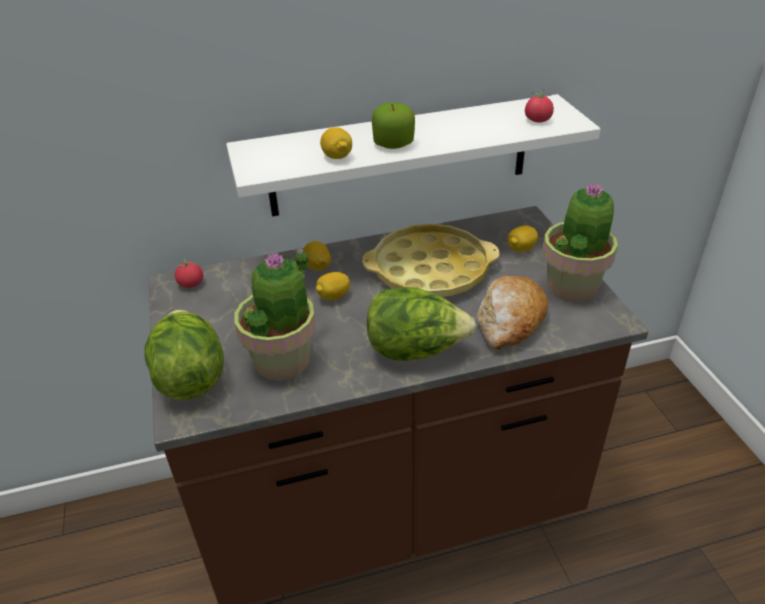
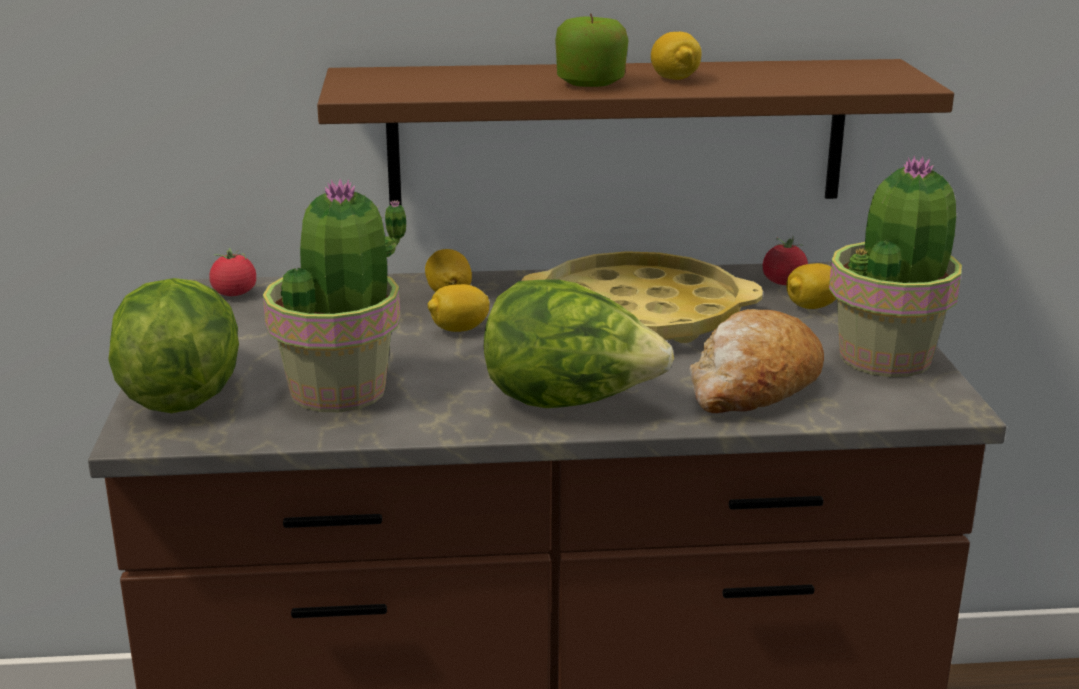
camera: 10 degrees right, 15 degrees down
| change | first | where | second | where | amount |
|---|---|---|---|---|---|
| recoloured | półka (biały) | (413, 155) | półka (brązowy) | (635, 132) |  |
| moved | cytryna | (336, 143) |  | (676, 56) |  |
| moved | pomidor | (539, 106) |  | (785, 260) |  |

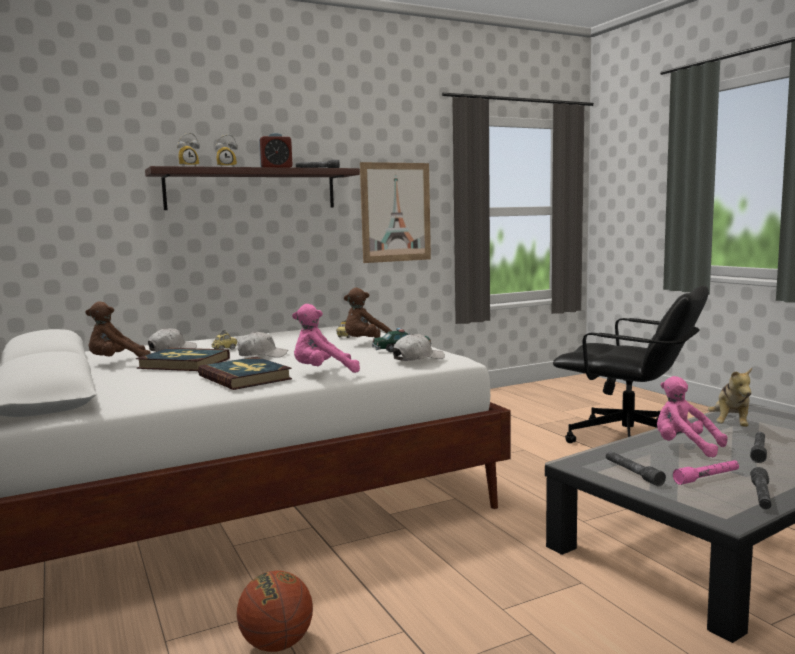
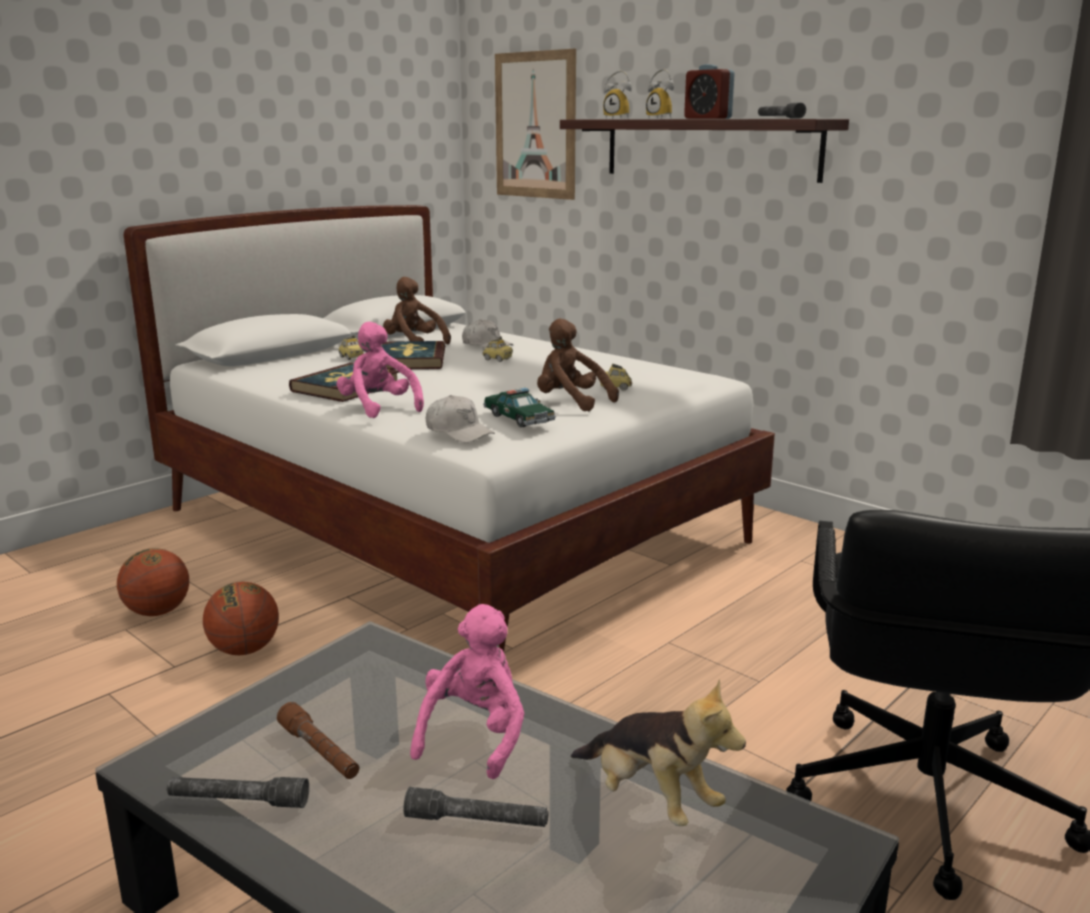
camera: 70 degrees right, 10 degrees up
| change | first | where | second | where | amount |
|---|---|---|---|---|---|
| removed | czapka z daszkiem (biały) | (262, 344) |  |  |  |
| moved | obraz | (395, 212) |  | (535, 124) |  |
| removed | latarka (szary) | (636, 469) |  |  |  |
| recoloured | latarka (różowy) | (706, 472) | latarka (brązowy) | (318, 740) |  |
| turned | pluszak | (730, 397) |  | (658, 752) | 135 degrees counterclockwise |
| added |  |  | piłka do koszykówki | (241, 618) |  |
| added |  |  | samochodzik | (351, 347) |  |

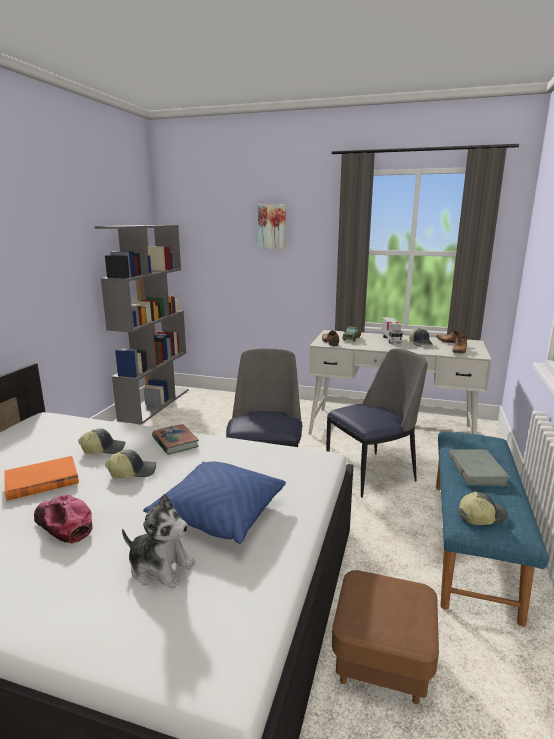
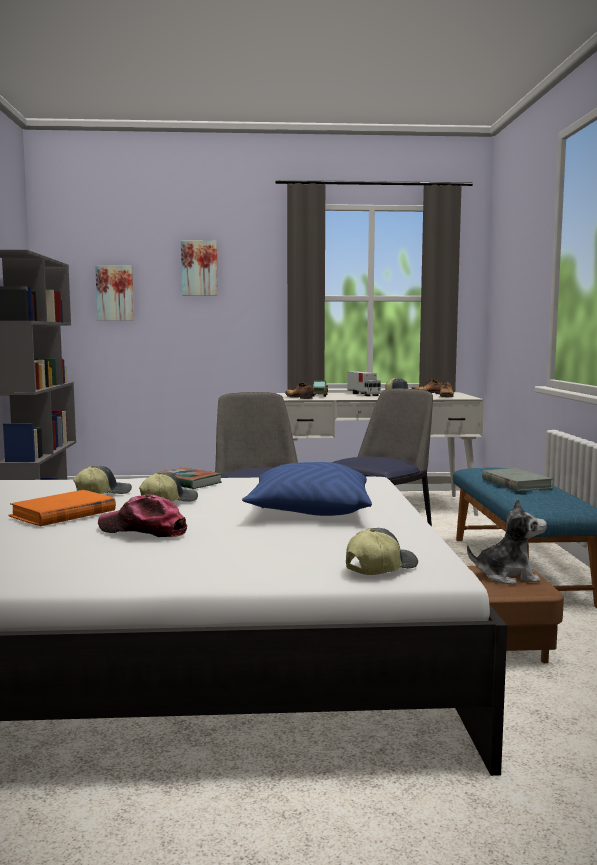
camera: 20 degrees left, 10 degrees down
| change | first | where | second | where | amount |
|---|---|---|---|---|---|
| moved | pluszak | (158, 541) |  | (507, 541) |  |
| moved | czapka z daszkiem | (483, 508) |  | (382, 551) |  |
| added |  |  | obraz | (114, 293) |  |

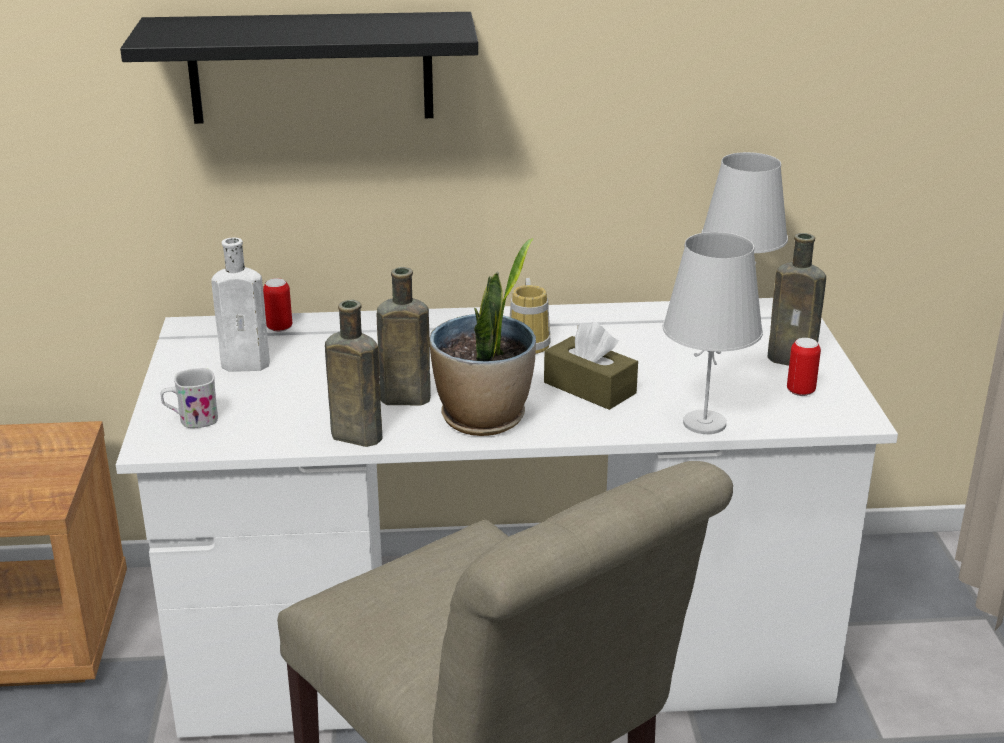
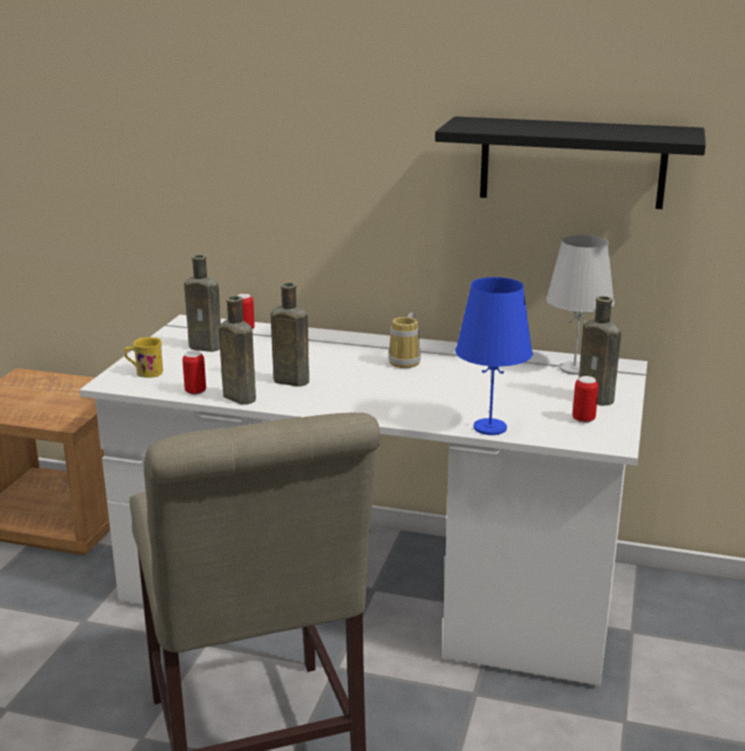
camera: 20 degrees right, 5 degrees down
| change | first | where | second | where | amount |
|---|---|---|---|---|---|
| moved | półka (czarny) | (299, 68) |  | (570, 162) |  |
| recoloured | kubek (biały) | (189, 398) | kubek (żółty) | (143, 357) |  |
| recoloured | butelka (biały) | (240, 304) | butelka (brązowy) | (202, 303) |  |
| removed | roślina doniczkowa | (482, 337) |  |  |  |
| removed | pudełko chusteczek (brązowy) | (591, 366) |  |  |  |
| recoloured | lampa stołowa (biały) | (712, 333) | lampa stołowa (niebieski) | (494, 356) |  |
| added |  |  | puszka | (194, 373) |  |

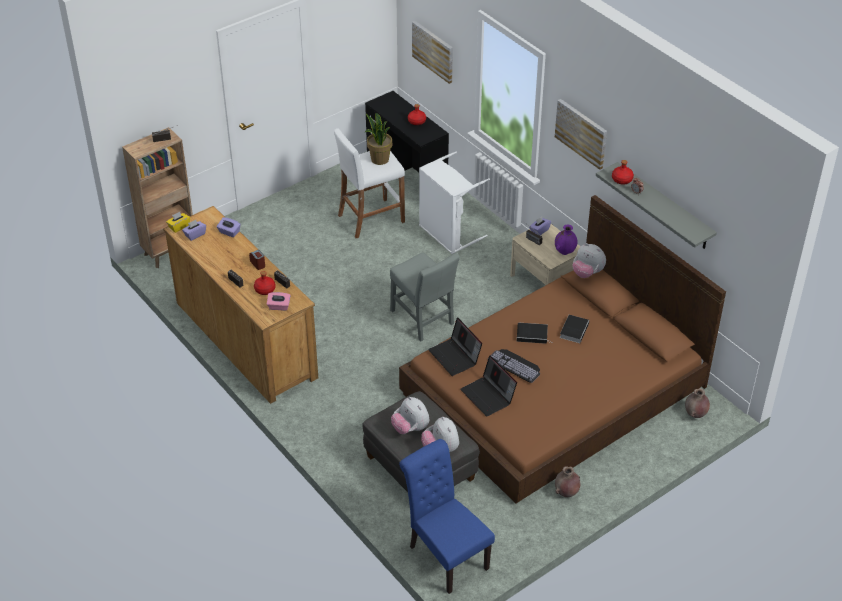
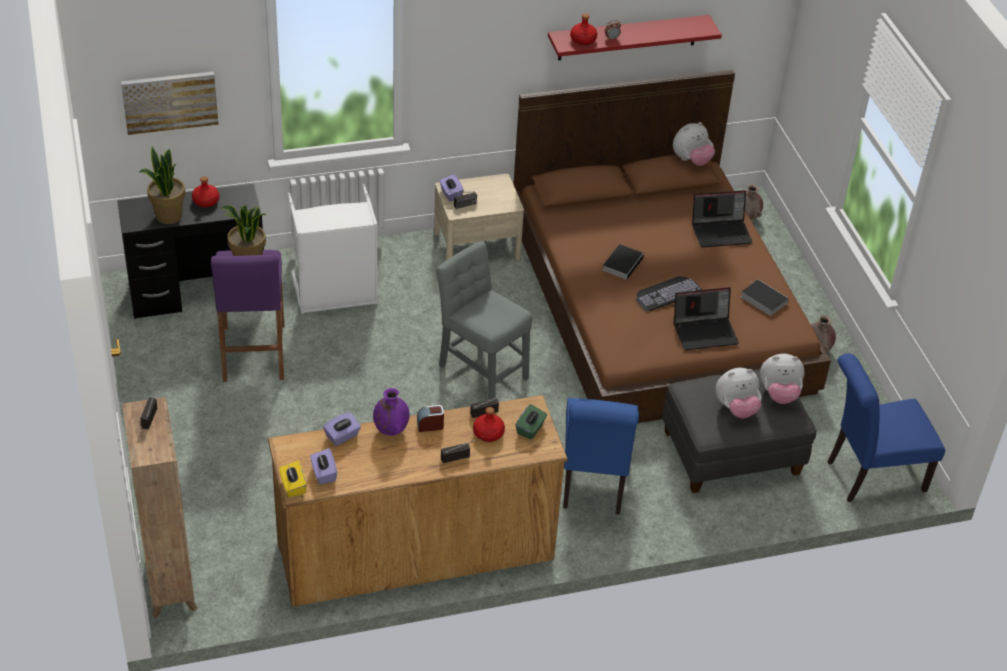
camera: 70 degrees left, 0 degrees up
| change | first | where | second | where | amount |
|---|---|---|---|---|---|
| recoloured | pudełko chusteczek (różowy) | (279, 301) | pudełko chusteczek (zielony) | (531, 421) |  |
| recoloured | stołek (biały) | (369, 183) | stołek (fioletowy) | (247, 316) |  |
| turned | krzesło (szary) | (425, 296) |  | (484, 320) | 120 degrees counterclockwise |
| moved | laptop | (455, 346) |  | (722, 219) |  |
| removed | obraz | (581, 134) |  |  |  |
| moved | wazon (fioletowy) | (566, 239) |  | (391, 412) |  |
| moved | książka | (574, 329) |  | (765, 297) |  |
| moved | pluszak | (589, 260) |  | (694, 144) |  |
| recoloured | półka (szary) | (656, 205) | półka (czerwony) | (635, 37) |  |
| added |  |  | roślina doniczkowa | (162, 185) |  |
| added |  |  | krzesło (niebieski) | (601, 456) |  |

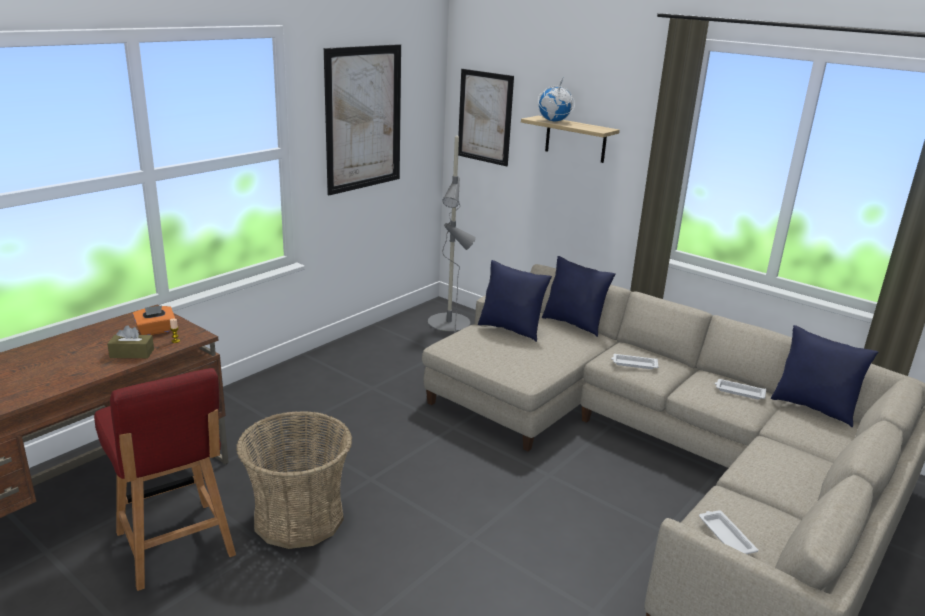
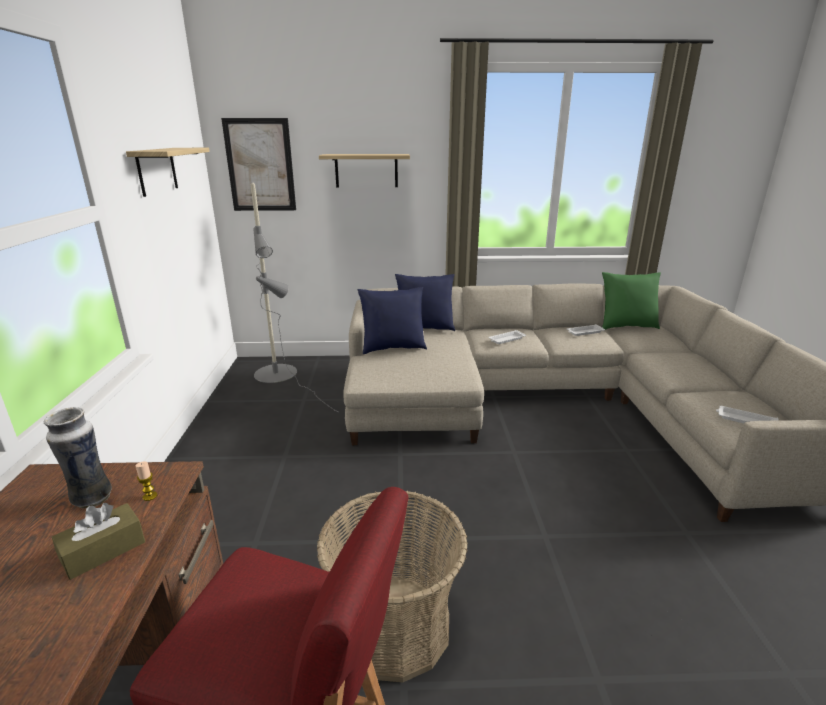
camera: 40 degrees left, 0 degrees up
| change | first | where | second | where | amount |
|---|---|---|---|---|---|
| replaced | pudełko chusteczek (pomarańczowy) | (154, 320) | wazon | (78, 457) |  |
| replaced | obraz | (362, 120) | półka | (168, 172) |  |
| removed | globus | (556, 100) |  |  |  |
| recoloured | poduszka (niebieski) | (825, 376) | poduszka (zielony) | (631, 301) |  |

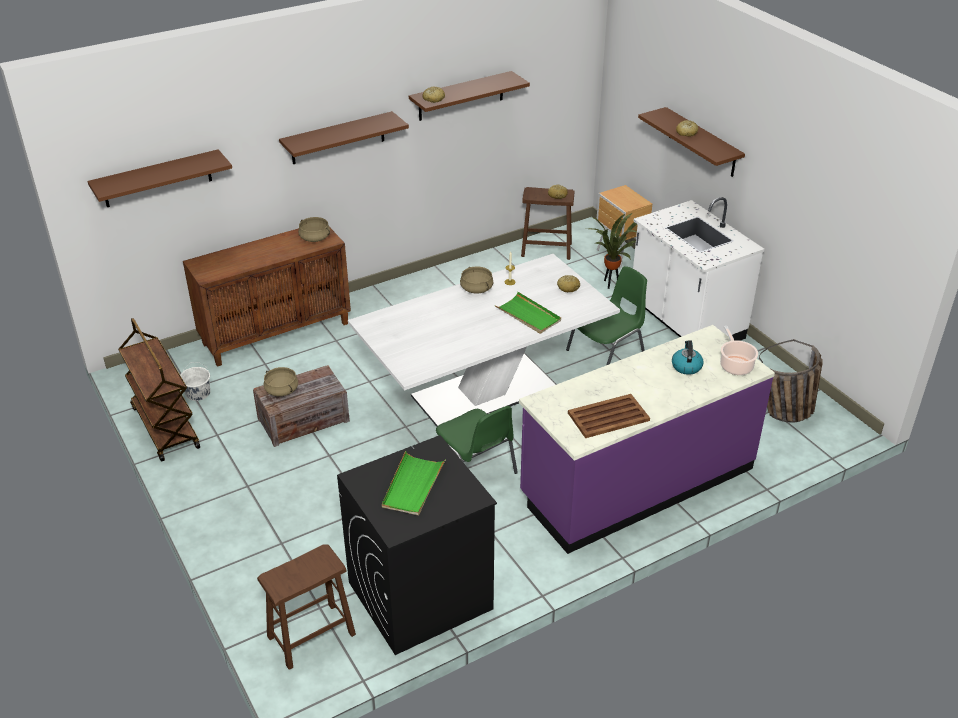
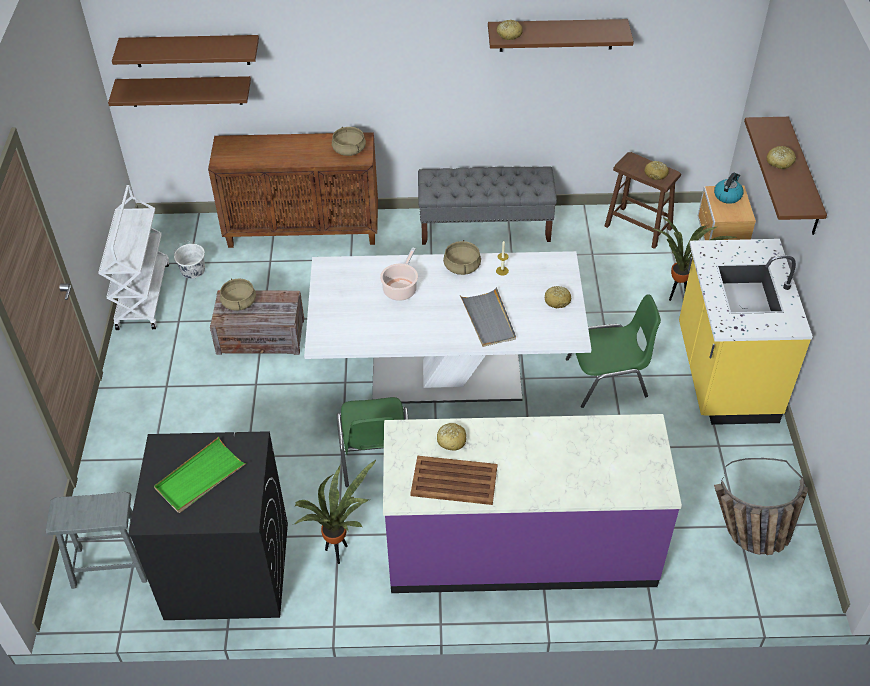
camera: 30 degrees right, 10 degrees up
| change | first | where | second | where | amount |
|---|---|---|---|---|---|
| recoloured | wózek (brązowy) | (159, 390) | wózek (biały) | (133, 257) |  |
| recoloured | stołek (brązowy) | (306, 607) | stołek (szary) | (96, 540) |  |
| moved | półka (brązowy) | (344, 137) |  | (179, 91) |  |
| recoloured | taca (zielony) | (528, 313) | taca (szary) | (488, 317) |  |
| recoloured | zabudowa kuchenna (biały) | (698, 269) | zabudowa kuchenna (żółty) | (746, 332) |  |
| moved | czajnik | (688, 357) |  | (729, 188) |  |
| moved | garnek | (739, 350) |  | (399, 274) |  |
| added |  |  | roślina doniczkowa | (335, 512) |  |
| added |  |  | ławka (szary) | (487, 205) |  |
| added |  |  | chleb | (451, 437) |  |

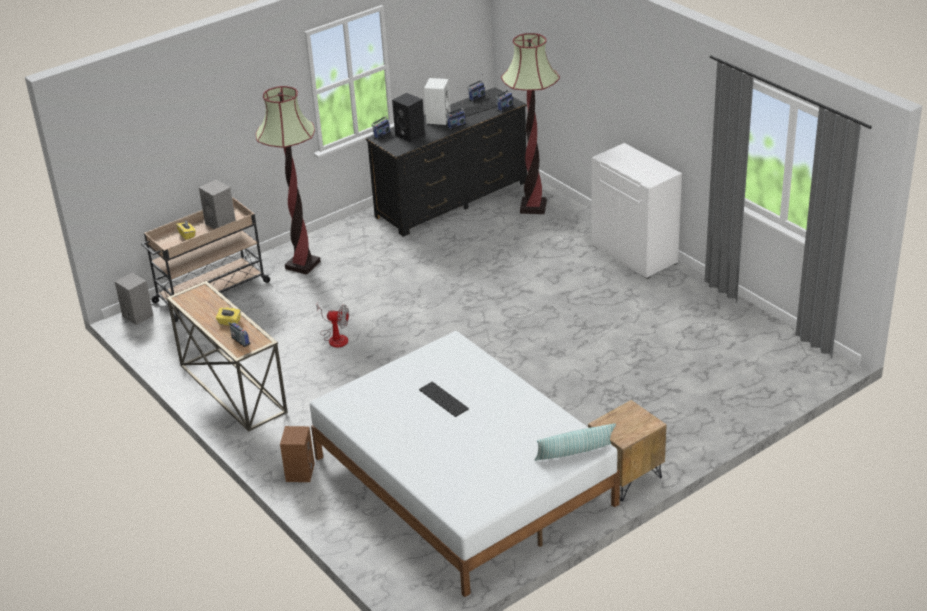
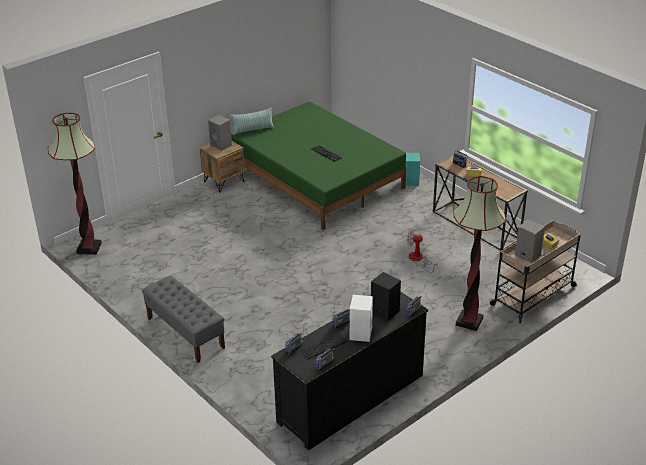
camera: 175 degrees right, 0 degrees up
| change | first | where | second | where | amount |
|---|---|---|---|---|---|
| moved | głośnik (szary) | (134, 299) |  | (220, 133) |  |
| recoloured | głośnik (brązowy) | (297, 454) | głośnik (turkusowy) | (413, 169) |  |
| recoloured | łóżko (biały) | (465, 464) | łóżko (zielony) | (318, 165) |  |
| moved | lampa stojąca | (530, 123) |  | (75, 184) |  |
| replaced | szafka (biały) | (636, 211) | ławka (szary) | (183, 319) |  |

